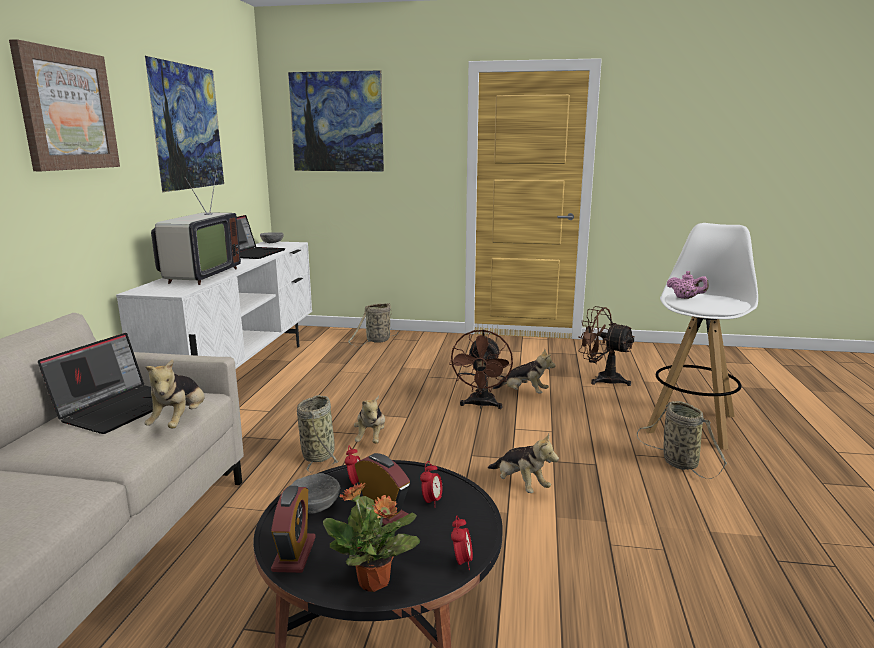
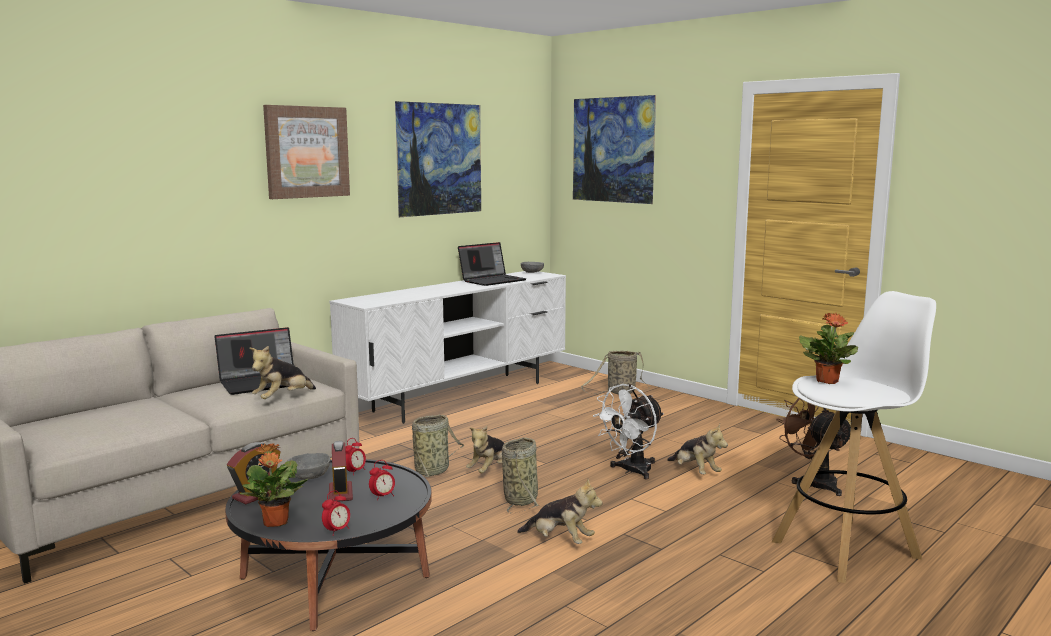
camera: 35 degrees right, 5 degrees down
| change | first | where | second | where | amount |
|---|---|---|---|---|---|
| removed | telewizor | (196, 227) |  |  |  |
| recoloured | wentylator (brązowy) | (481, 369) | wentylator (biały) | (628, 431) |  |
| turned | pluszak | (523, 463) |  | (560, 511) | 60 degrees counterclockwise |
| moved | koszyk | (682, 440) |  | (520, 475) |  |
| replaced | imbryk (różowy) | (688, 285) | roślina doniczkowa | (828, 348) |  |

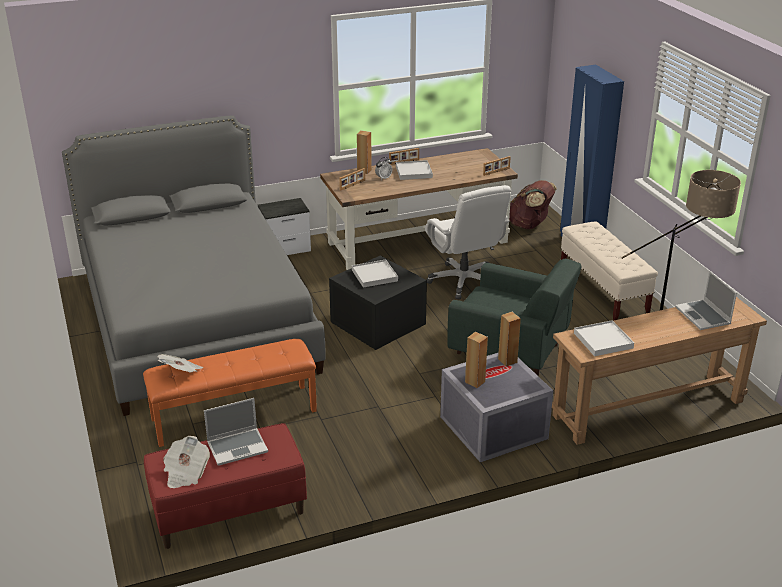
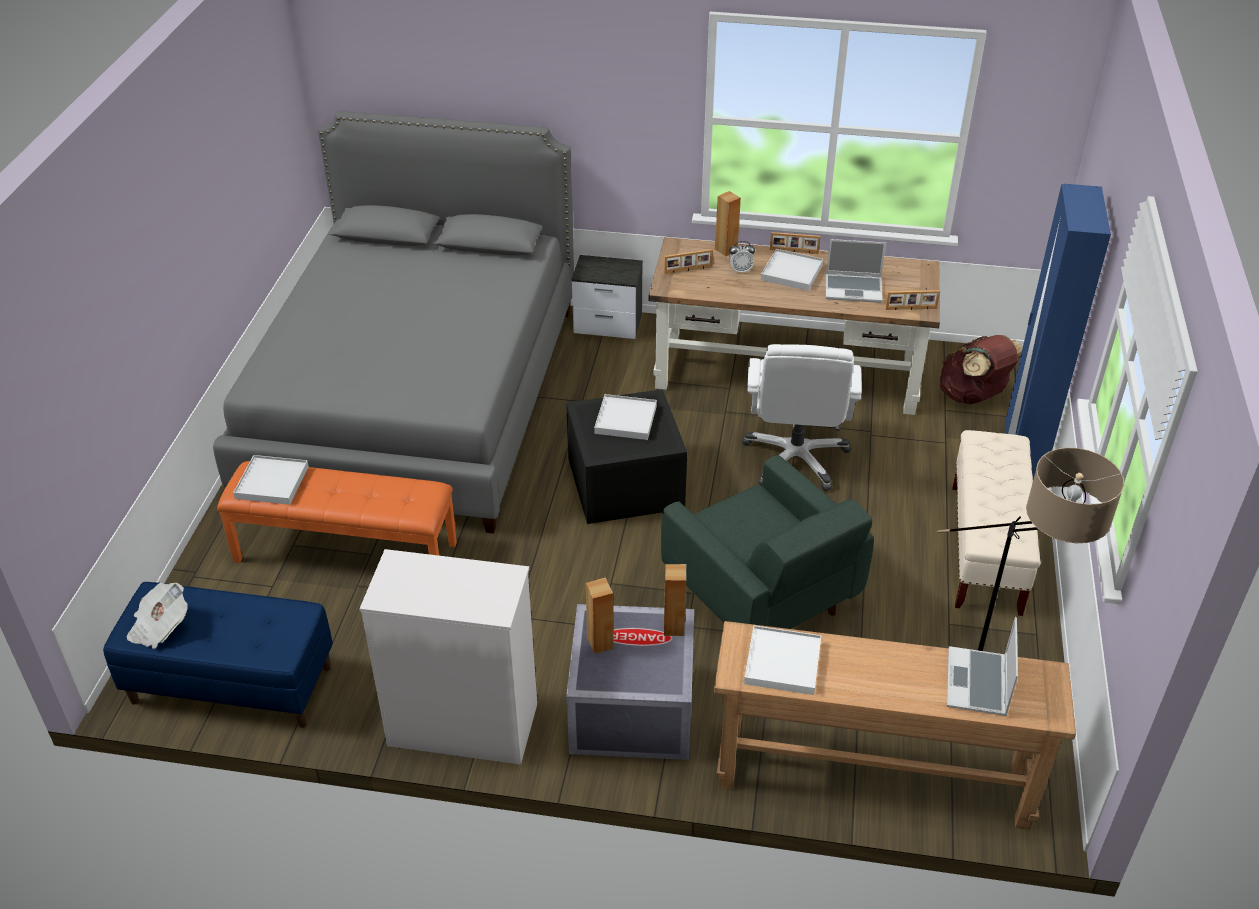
camera: 30 degrees right, 10 degrees up
| change | first | where | second | where | amount |
|---|---|---|---|---|---|
| recoloured | ławka (czerwony) | (225, 486) | ławka (niebieski) | (218, 655) |  |
| replaced | gazeta | (180, 363) | taca (biały) | (271, 480) |  |
| moved | laptop | (236, 432) |  | (856, 271) |  |
| added |  |  | komoda (biały) | (448, 657) |  |

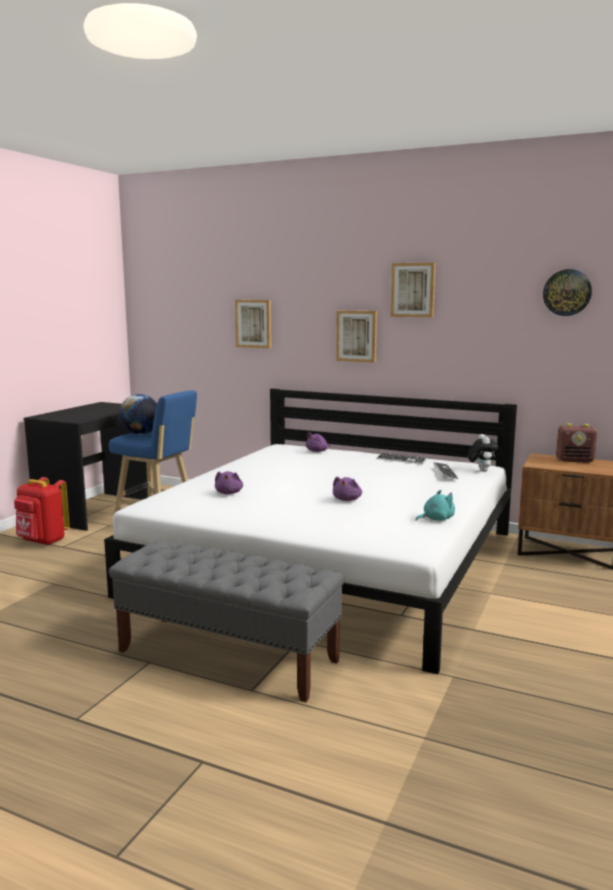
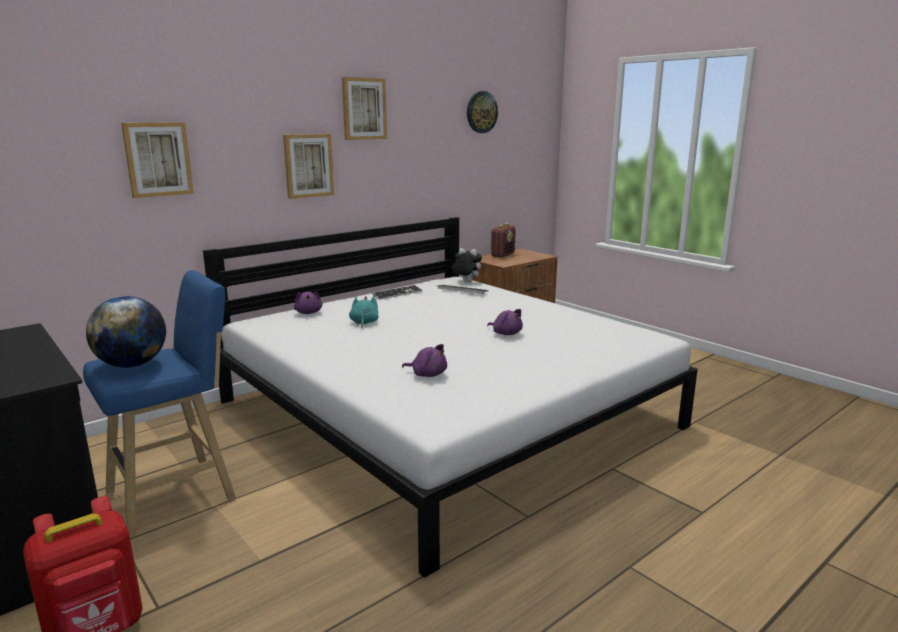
camera: 65 degrees left, 5 degrees up
| change | first | where | second | where | amount |
|---|---|---|---|---|---|
| removed | ławka (szary) | (227, 621) |  |  |  |
| moved | pluszak (turkusowy) | (435, 505) |  | (364, 312) |  |

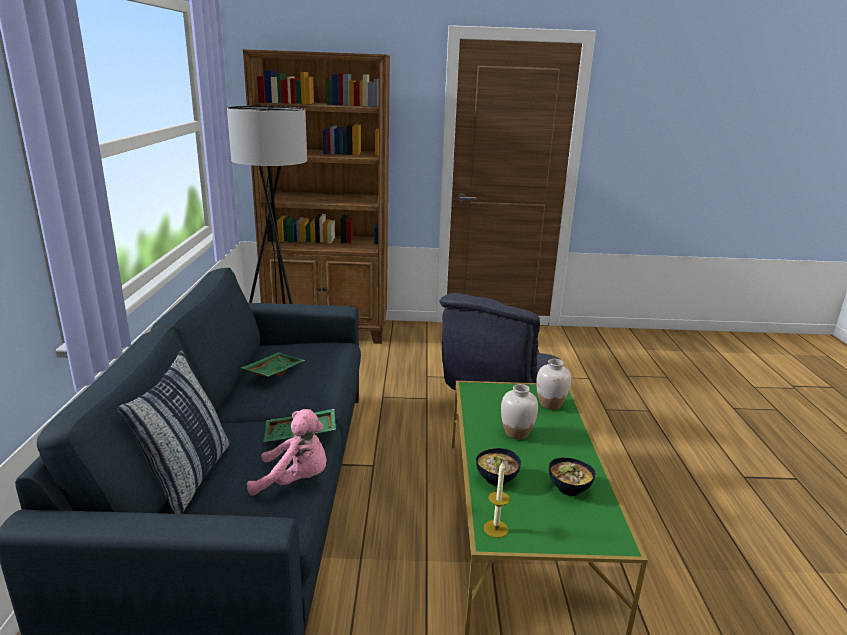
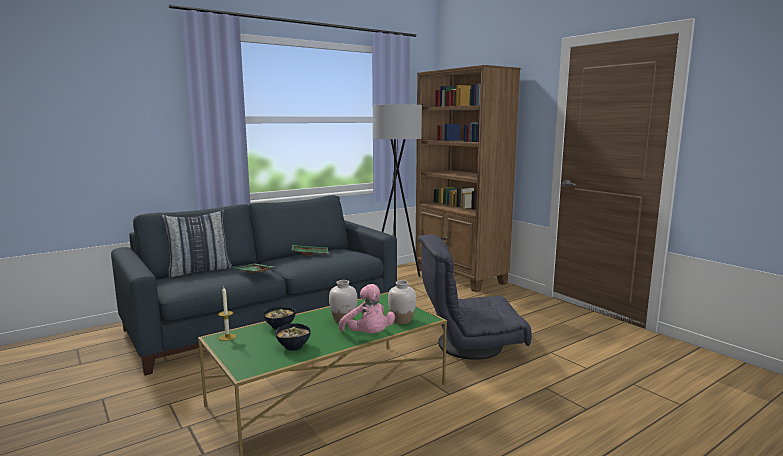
camera: 55 degrees right, 10 degrees down
| change | first | where | second | where | amount |
|---|---|---|---|---|---|
| moved | pluszak (różowy) | (287, 452) |  | (367, 309) |  |

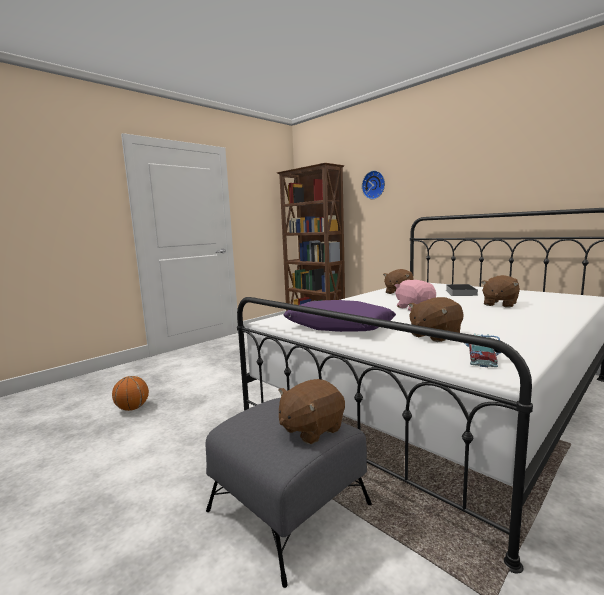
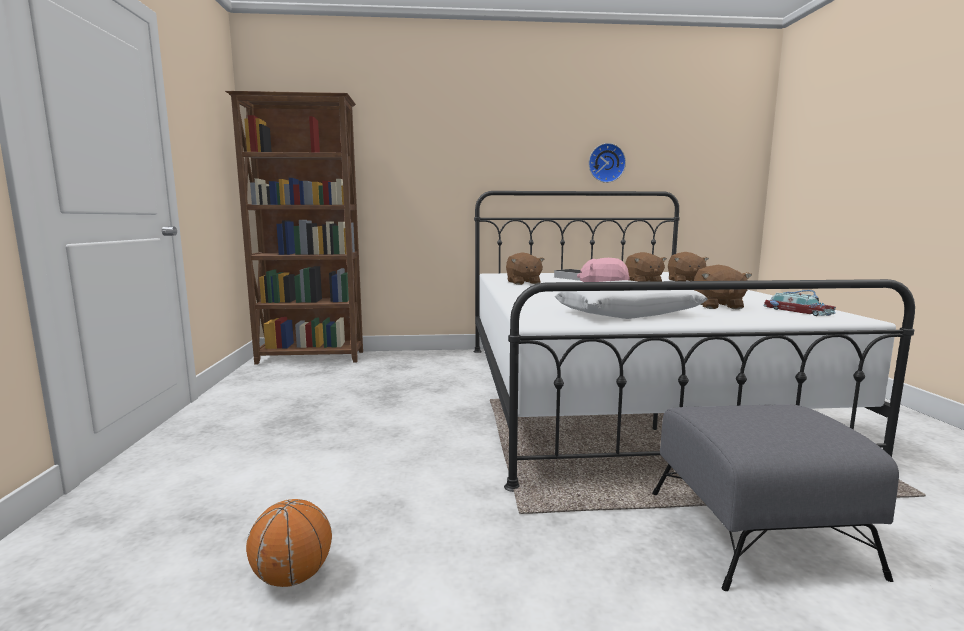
camera: 50 degrees left, 0 degrees up
| change | first | where | second | where | amount |
|---|---|---|---|---|---|
| moved | pluszak (brązowy) | (311, 411) |  | (688, 266) |  |
| recoloured | poduszka (fioletowy) | (339, 316) | poduszka (biały) | (631, 299) |  |
| moved | zegar ścienny | (373, 185) |  | (607, 163) |  |

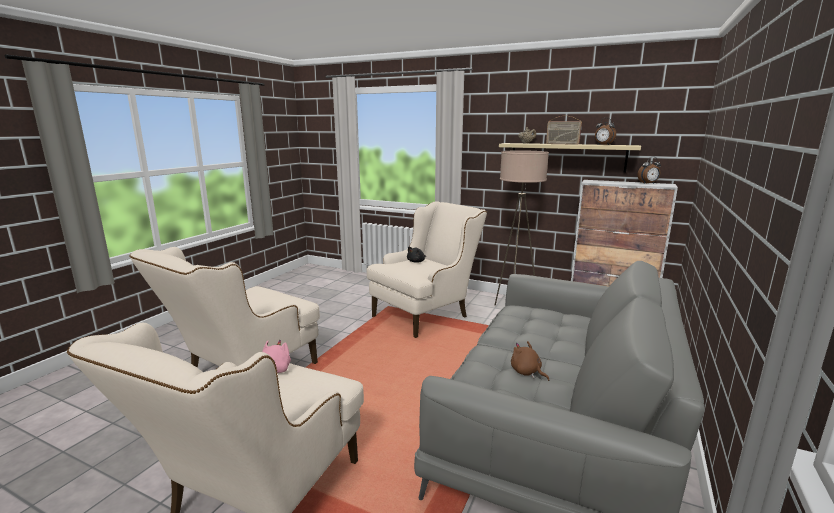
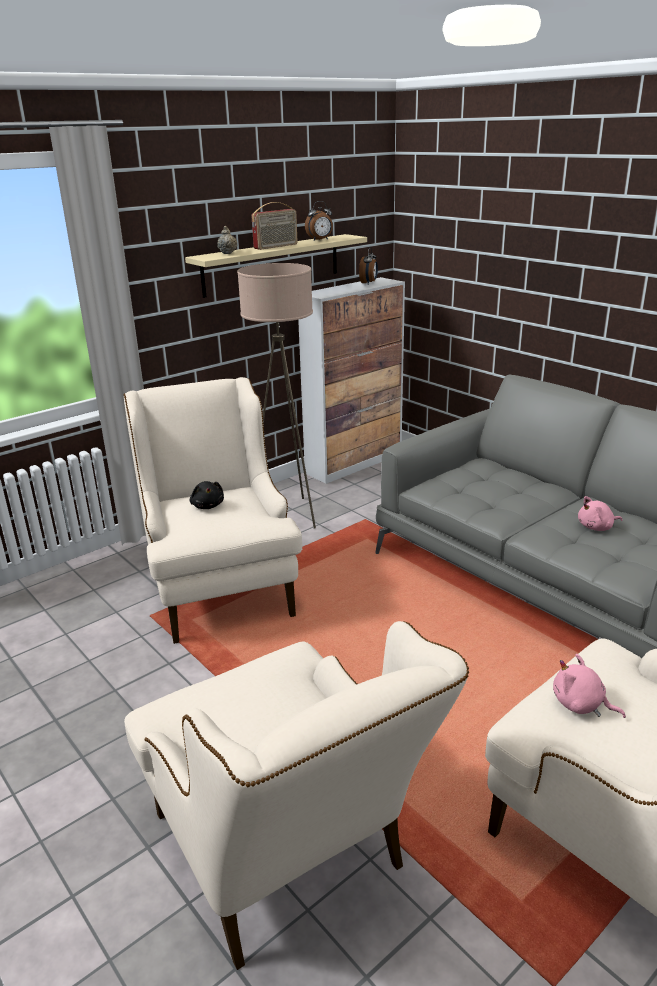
camera: 65 degrees left, 10 degrees up
| change | first | where | second | where | amount |
|---|---|---|---|---|---|
| recoloured | pluszak (brązowy) | (530, 361) | pluszak (różowy) | (600, 513) |  |

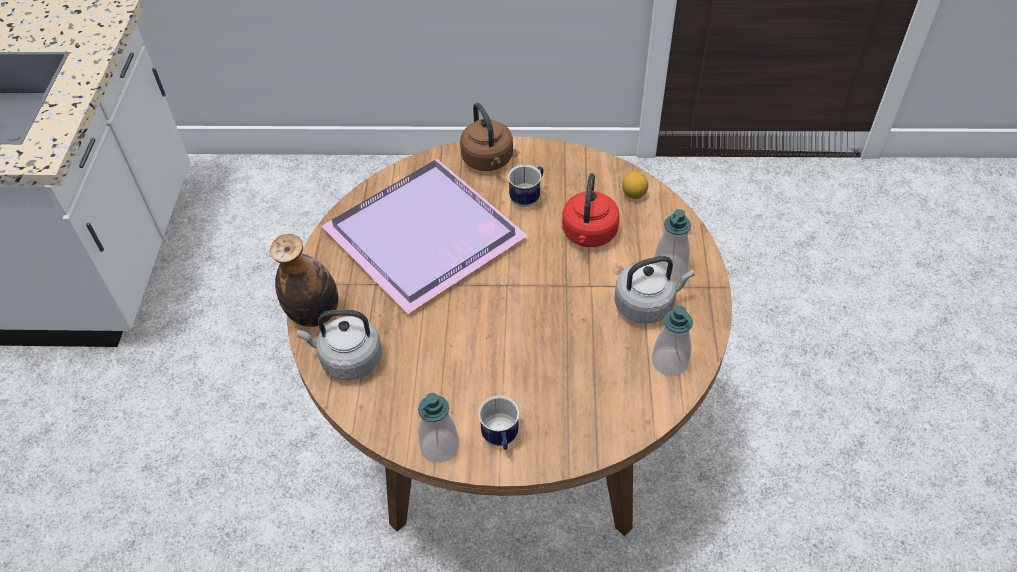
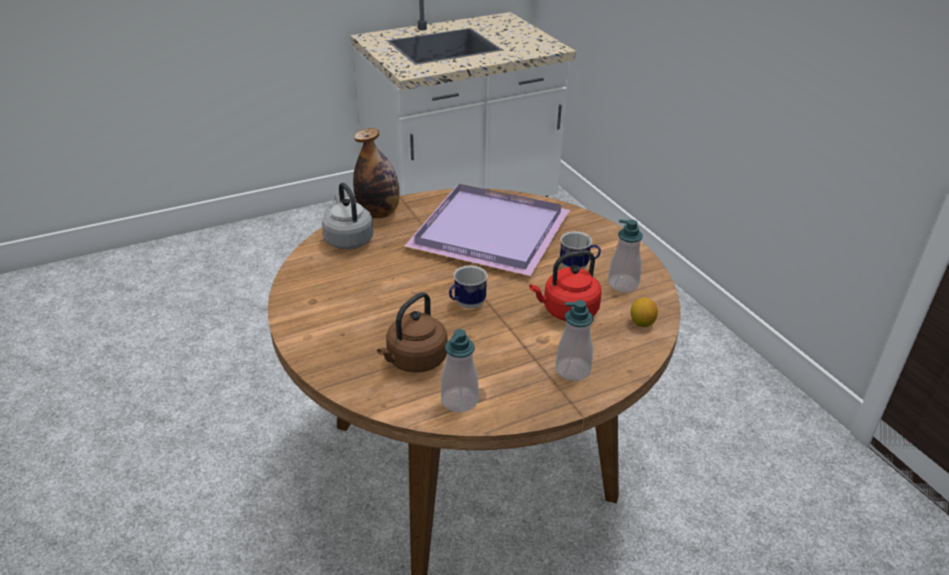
camera: 60 degrees right, 15 degrees down
| change | first | where | second | where | amount |
|---|---|---|---|---|---|
| moved | dozownik mydła | (438, 428) |  | (625, 255) |  |
| moved | czajnik (brązowy) | (486, 137) |  | (412, 332) |  |
| moved | kubek | (498, 423) |  | (468, 287) |  |
| removed | czajnik (szary) | (654, 290) |  |  |  |

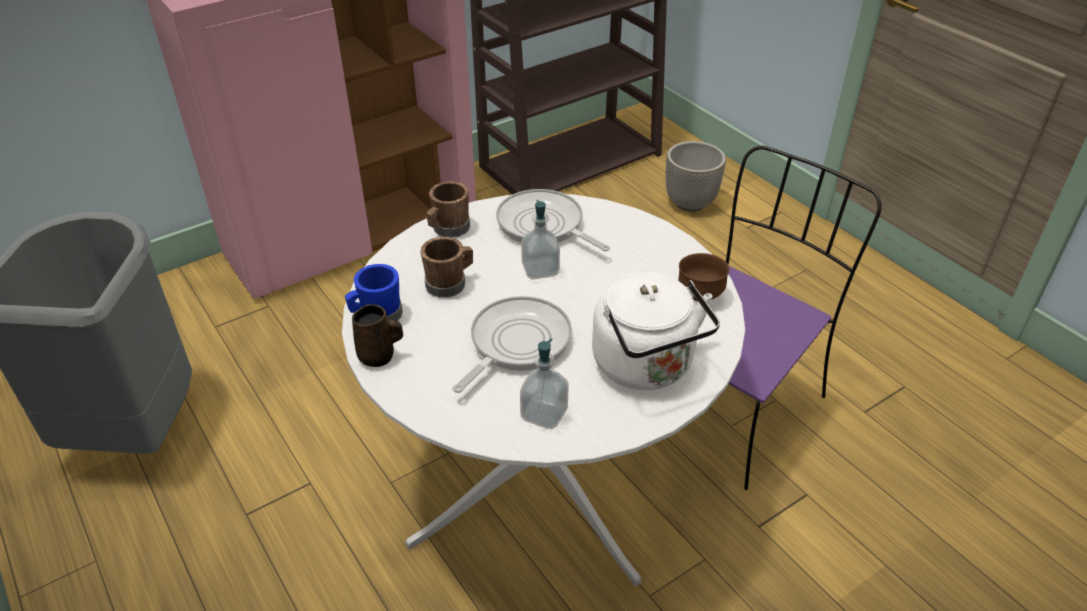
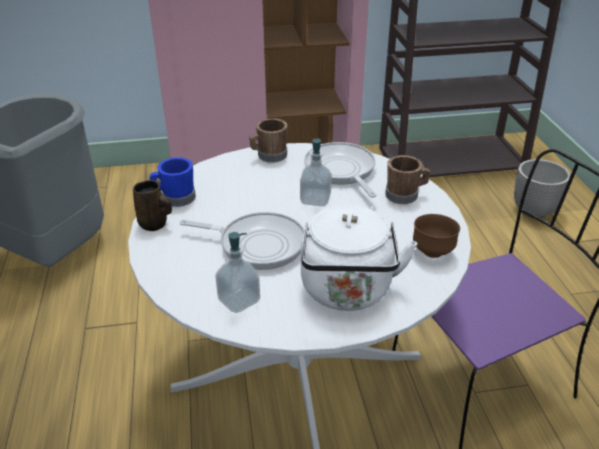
camera: 25 degrees right, 5 degrees down
| change | first | where | second | where | amount |
|---|---|---|---|---|---|
| moved | kubek (brązowy) | (446, 267) |  | (407, 179) |  |
| turned | patelnia | (512, 344) |  | (242, 241) | 45 degrees clockwise |

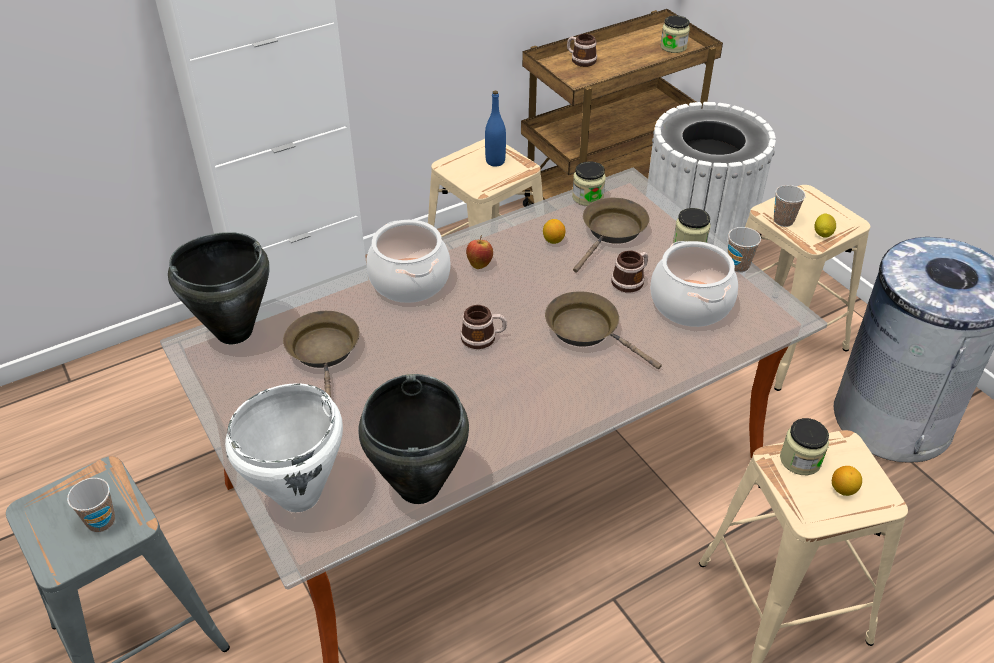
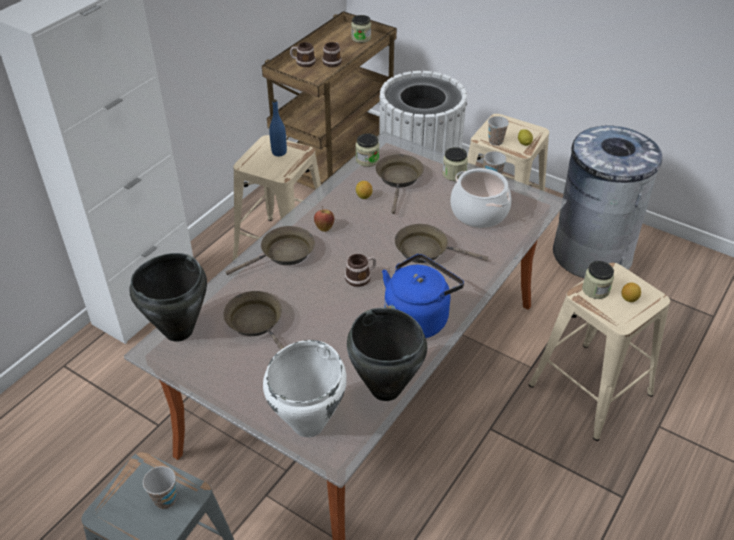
camera: 25 degrees left, 0 degrees up
| change | first | where | second | where | amount |
|---|---|---|---|---|---|
| replaced | garnek | (408, 261) | patelnia (brązowy) | (270, 250) |  |
| moved | kubek | (629, 271) |  | (332, 54) |  |
| added |  |  | czajnik (niebieski) | (423, 296) |  |

